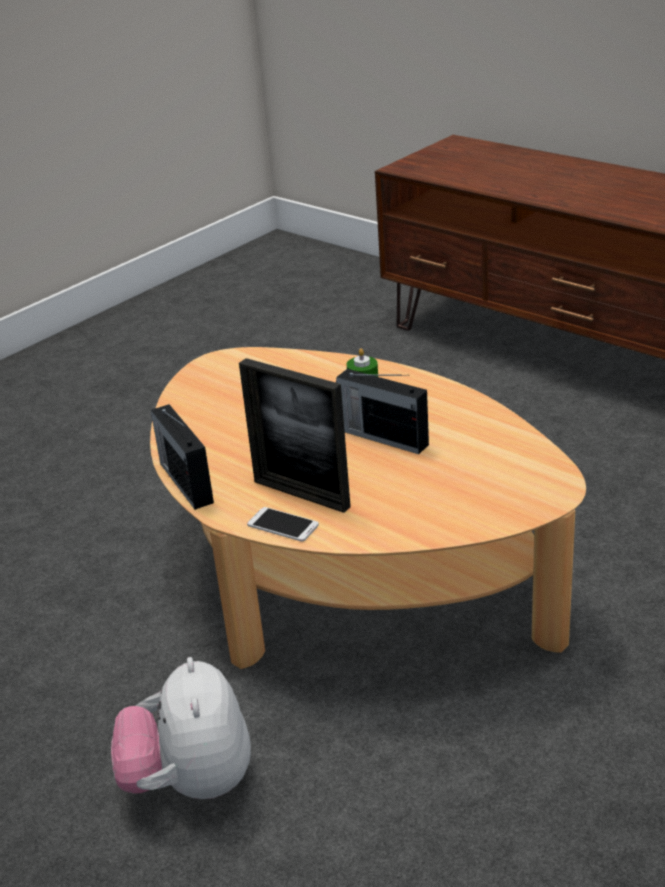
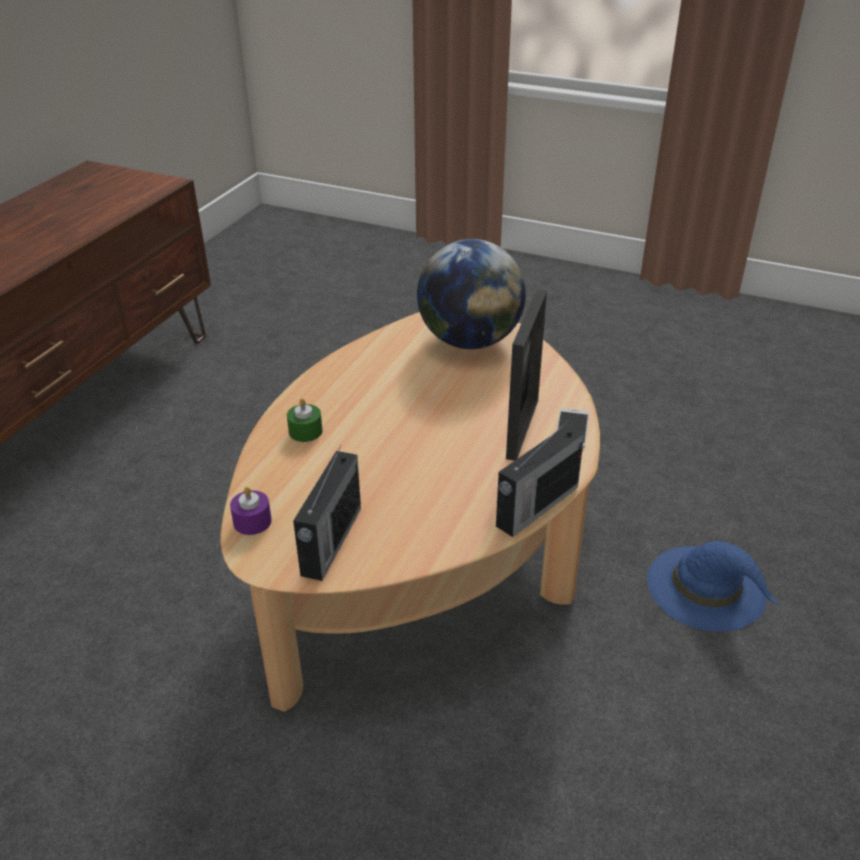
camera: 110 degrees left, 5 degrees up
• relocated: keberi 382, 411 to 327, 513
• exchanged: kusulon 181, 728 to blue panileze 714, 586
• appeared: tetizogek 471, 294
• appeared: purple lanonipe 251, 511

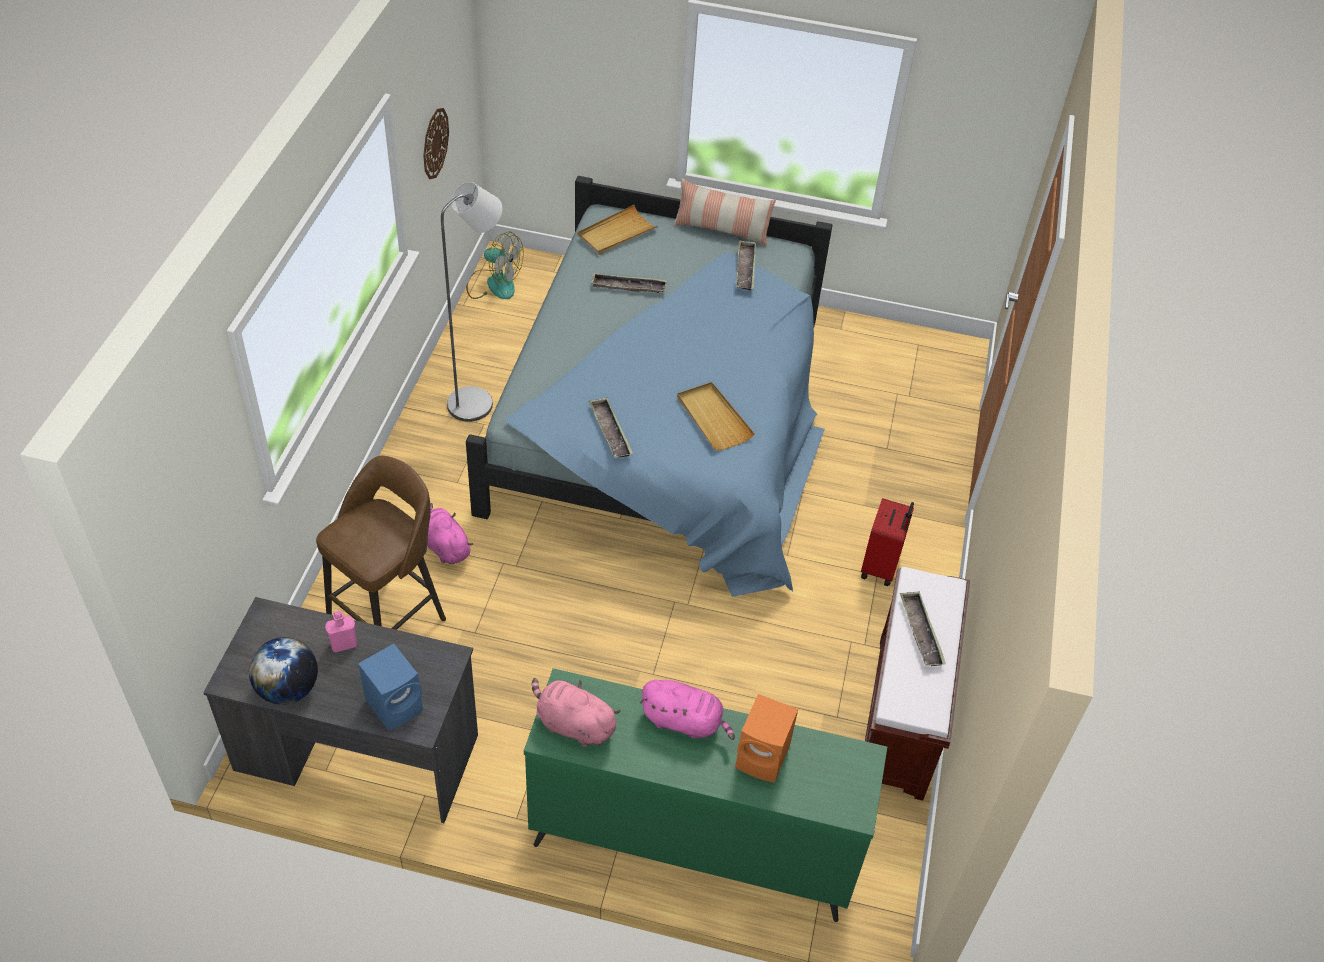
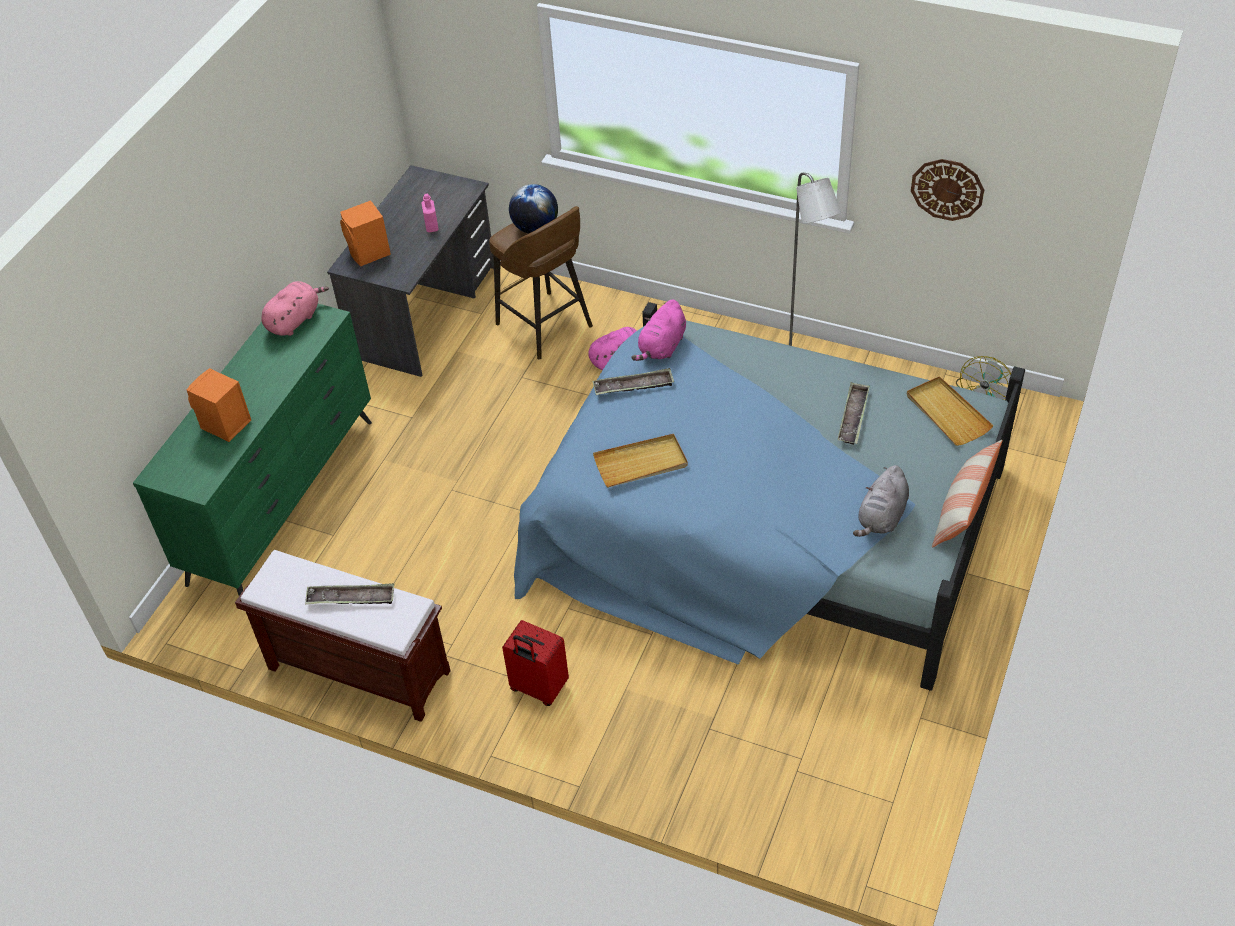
camera: 105 degrees right, 0 degrees up
• exchanged: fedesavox 746, 265 to grey kusulon 881, 501
• relocated: tetizogek 283, 671 to 533, 209
• colour: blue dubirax 390, 687 to orange dubirax 365, 233
• relocated: pink kusulon 687, 710 to 658, 330

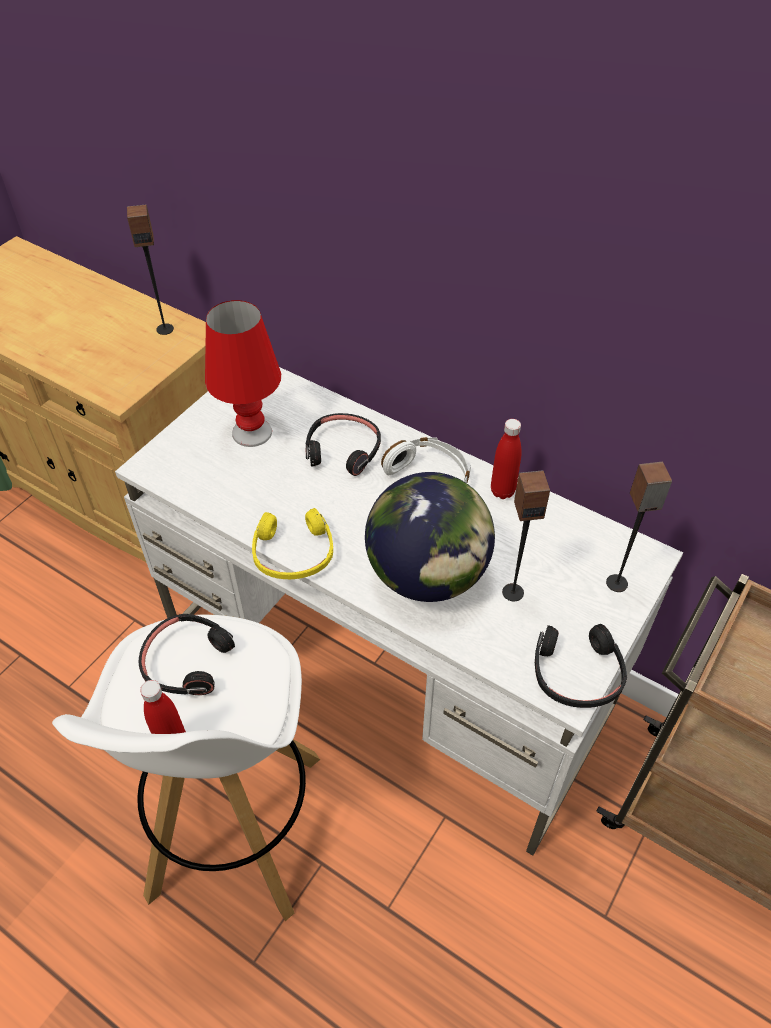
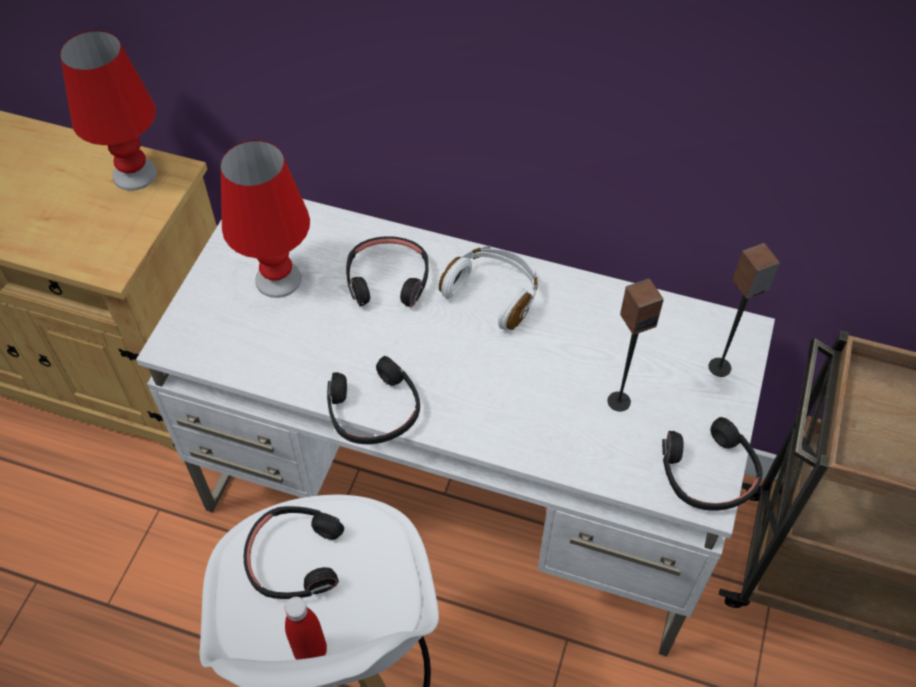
camera: 15 degrees left, 5 degrees up
• exchanged: dubirax 150, 270 to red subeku 108, 110
• missing: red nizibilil 506, 459
• missing: tetizogek 430, 537
• colour: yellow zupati 292, 543 to black zupati 373, 400

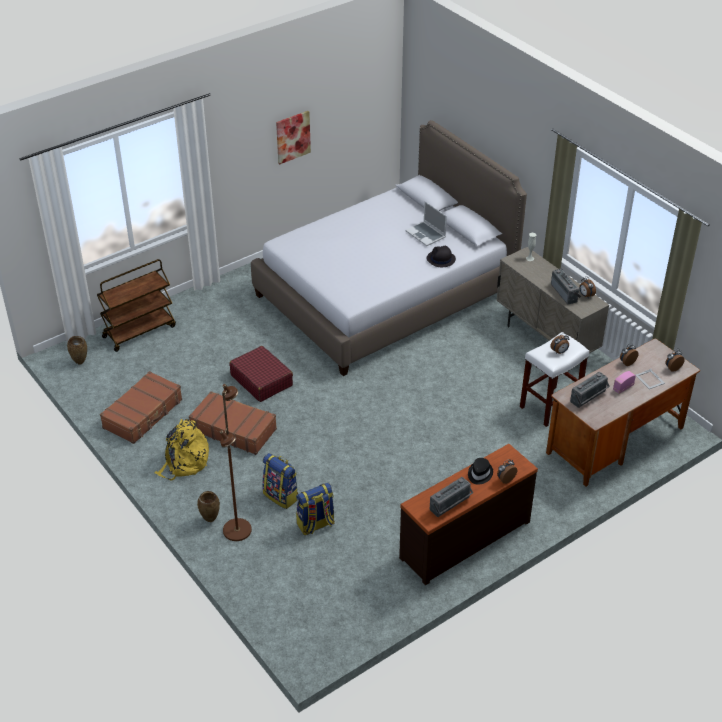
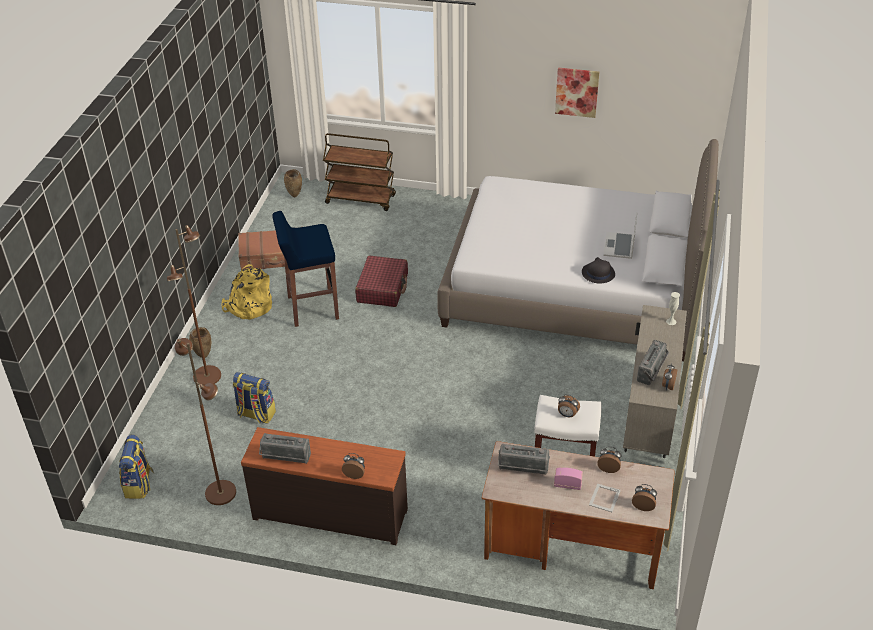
camera: 50 degrees right, 0 degrees up
• exchanged: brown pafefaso 233, 423 to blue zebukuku 305, 269
• relocated: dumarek 280, 481 to 136, 467
• missing: black panileze 480, 471
• appeared: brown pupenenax 205, 421

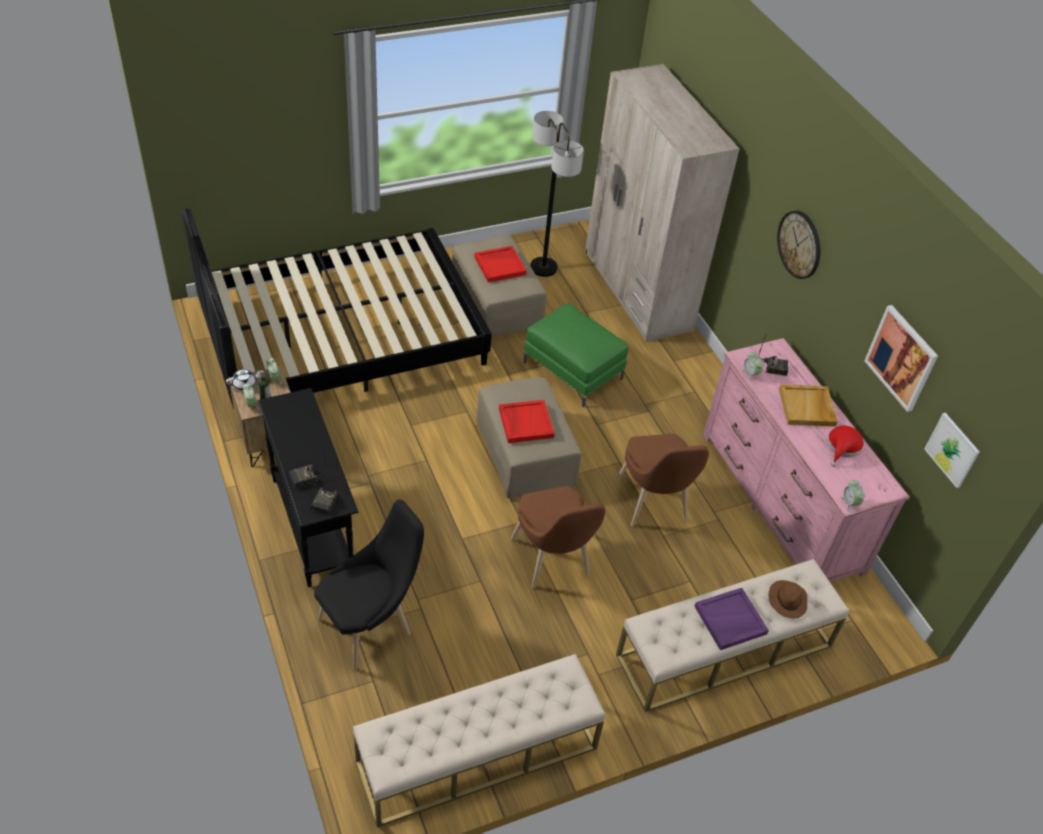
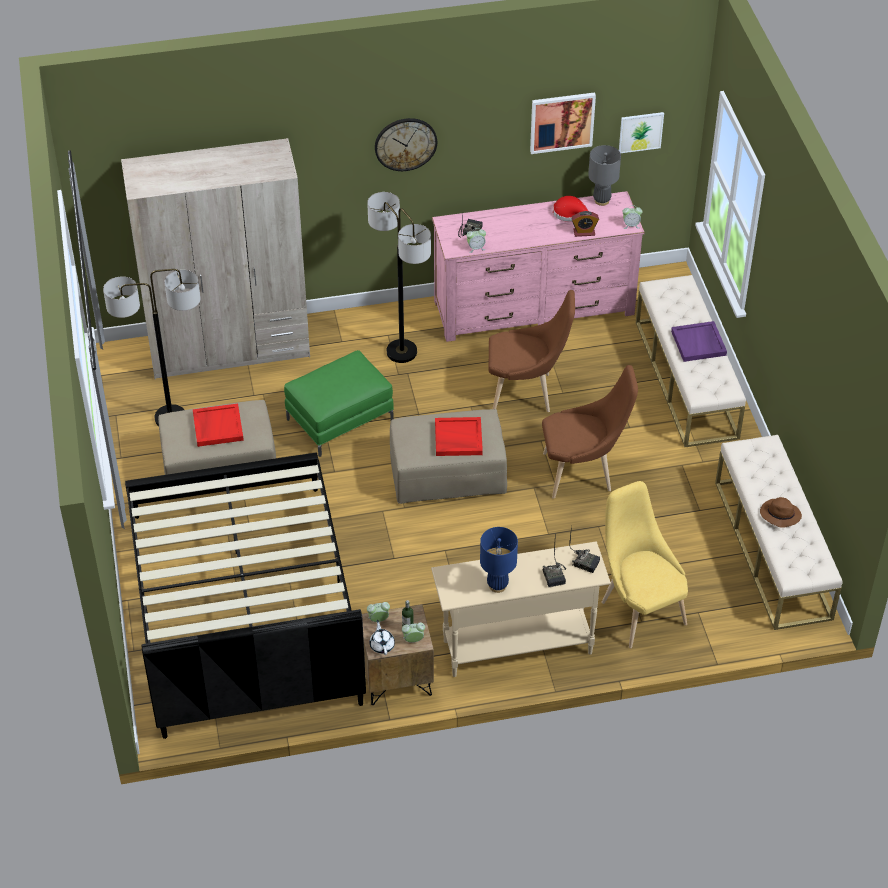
camera: 75 degrees left, 0 degrees up
• missing: beige fedesavox 808, 405
• colour: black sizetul 308, 487 to beige sizetul 521, 609
• colour: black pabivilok 369, 585 to yellow pabivilok 644, 564
• relocated: brown panileze 788, 599 to 781, 512
• appeared: grey subeku 604, 175
• appeared: pupenenax 399, 277
• appeared: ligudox 585, 224
• appeared: blue subeku 499, 560

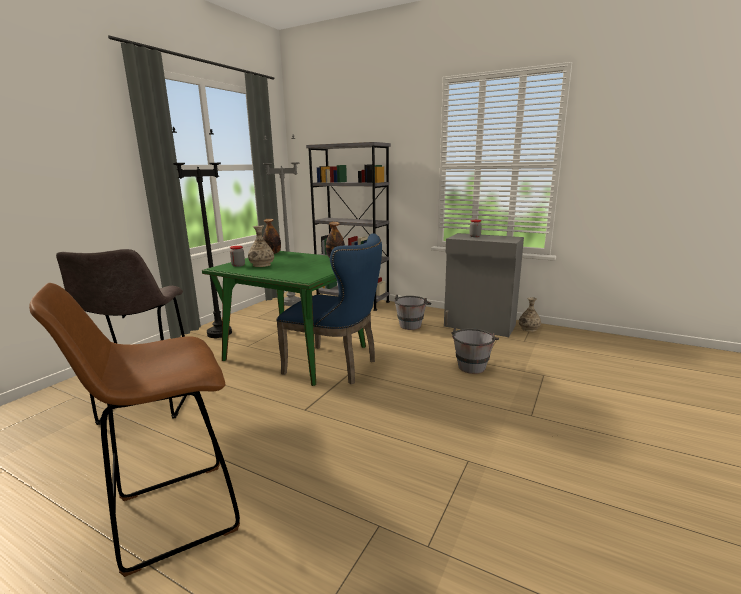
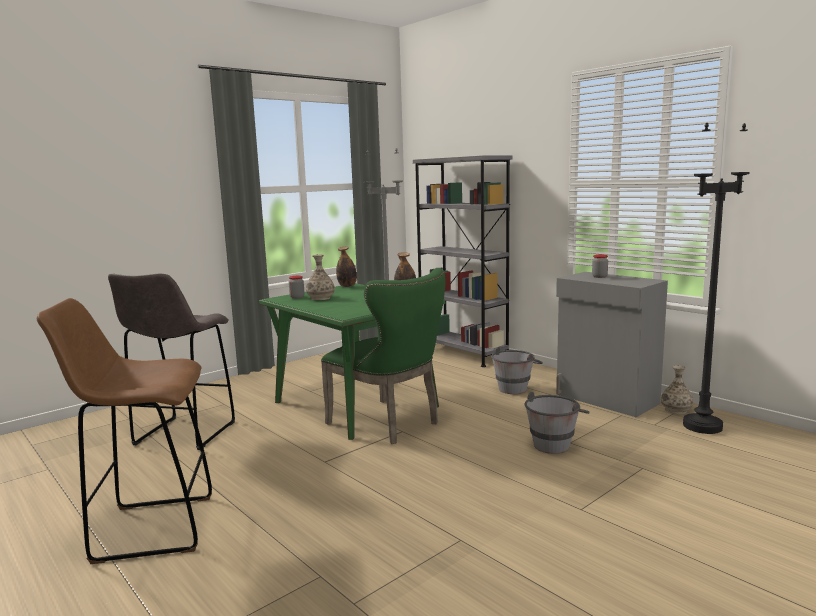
camera: 20 degrees right, 5 degrees down
• relocated: black pupenenax 202, 232 to 716, 278
• colour: blue pabivilok 329, 308 to green pabivilok 383, 356

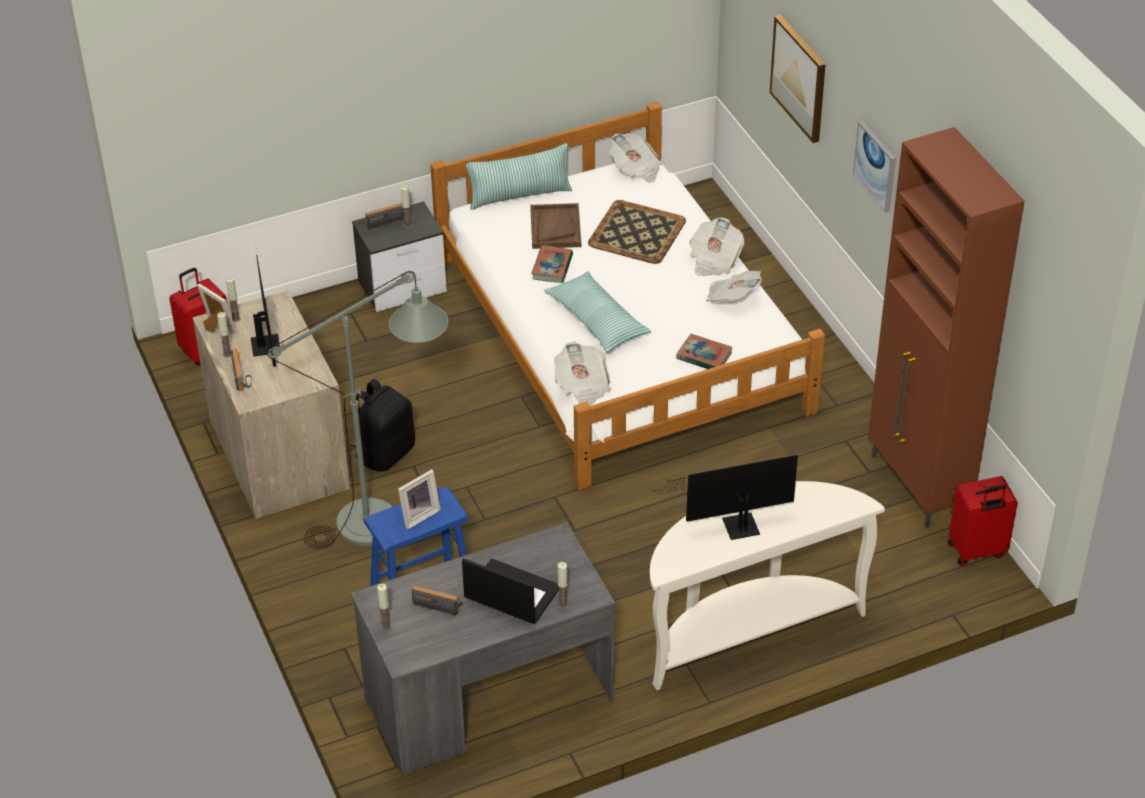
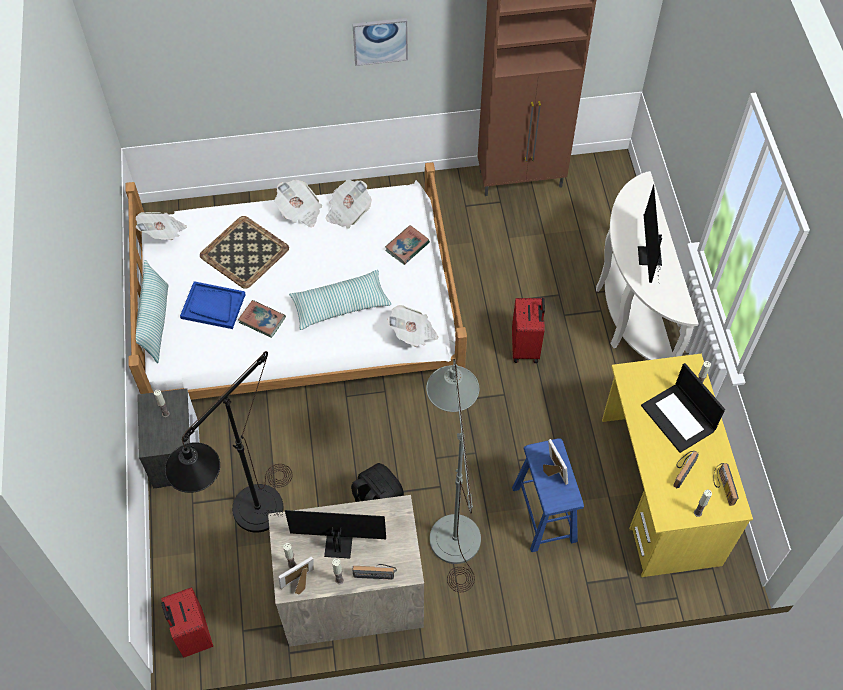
camera: 75 degrees left, 15 degrees up
• missing: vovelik 798, 79
• relocated: keberi 384, 216 to 726, 484
• colour: brown fedesavox 555, 226 to blue fedesavox 213, 305
• relocated: red pafefaso 983, 521 to 528, 330
• colour: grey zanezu 483, 648 to yellow zanezu 677, 465
• spun: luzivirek 510, 591 = 683, 408 75 degrees counterclockwise
• appeared: black pupenenax 228, 442

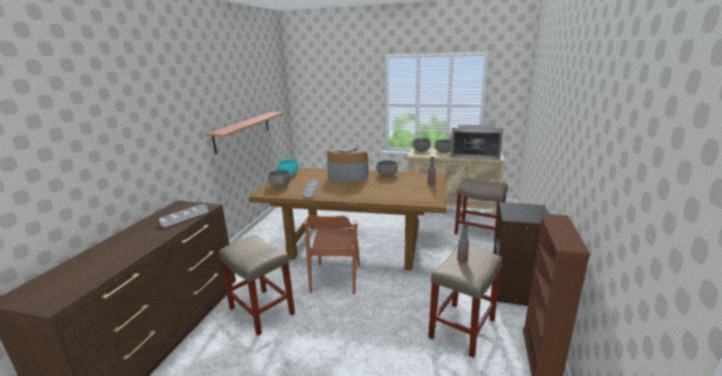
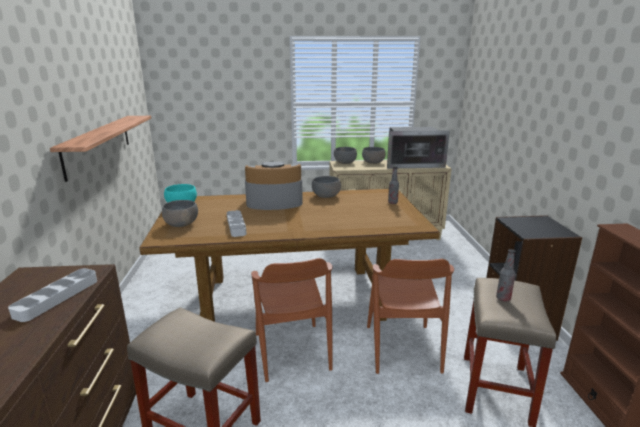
camera: 20 degrees left, 0 degrees up
• missing: beige zebukuku 481, 210
• appeared: brown pabivilok 410, 316

